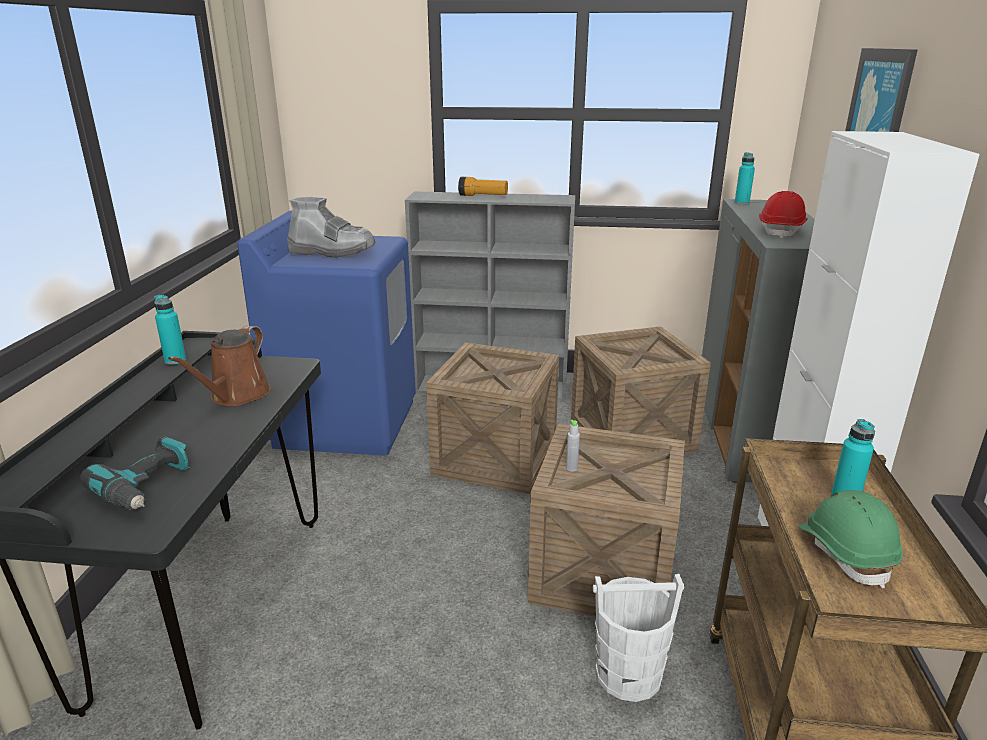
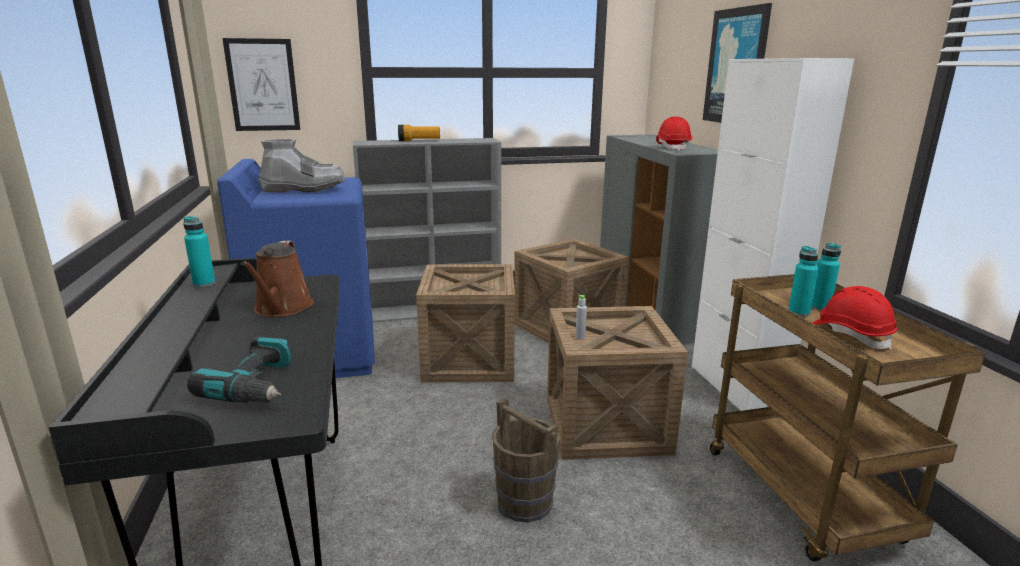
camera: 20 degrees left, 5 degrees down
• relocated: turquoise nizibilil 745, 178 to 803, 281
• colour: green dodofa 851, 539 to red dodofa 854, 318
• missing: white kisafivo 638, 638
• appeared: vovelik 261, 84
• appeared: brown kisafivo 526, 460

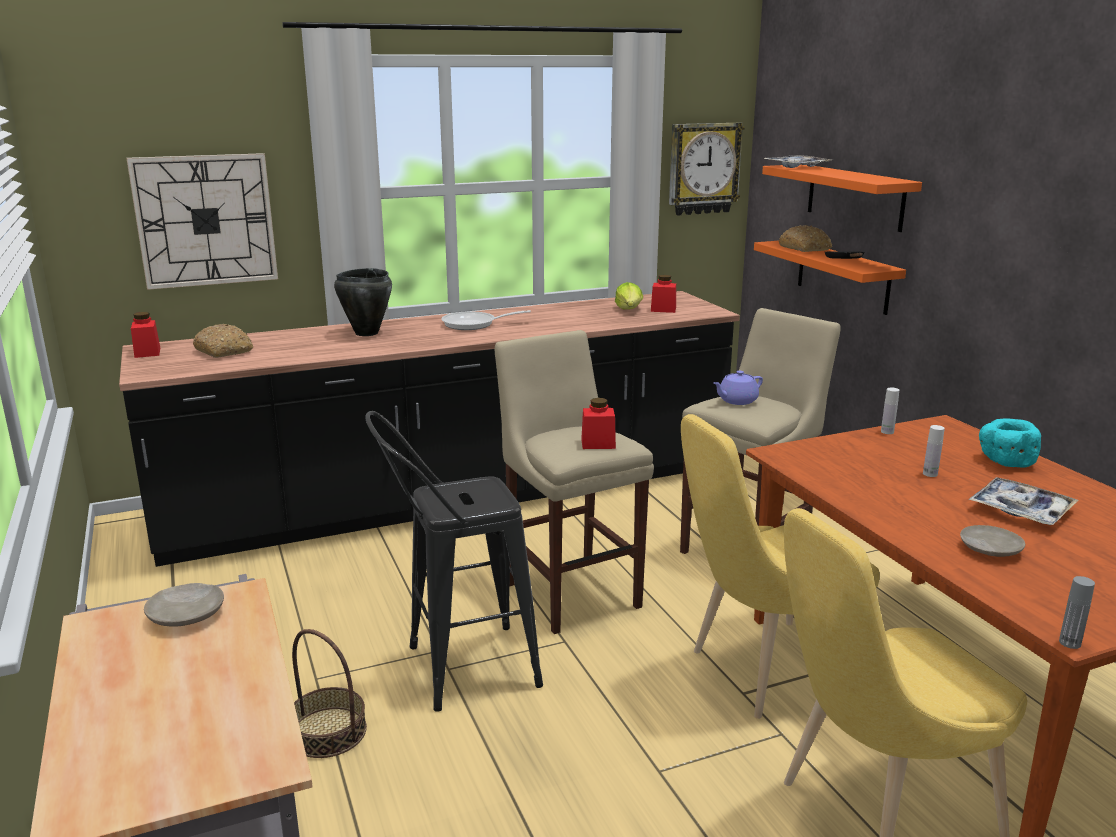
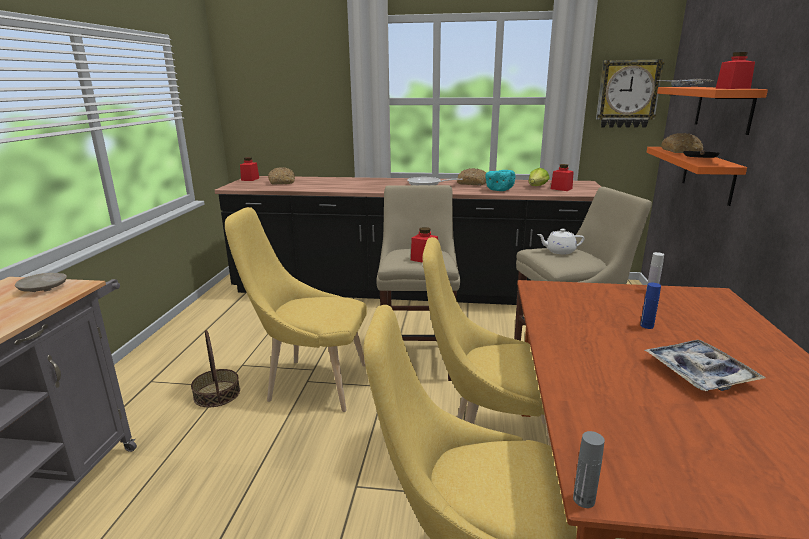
camera: 30 degrees right, 0 degrees up
• missing: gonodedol 202, 221
• missing: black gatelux 363, 302
• colour: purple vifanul 738, 388 to white vifanul 561, 241
• exchanged: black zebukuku 454, 561 to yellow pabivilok 296, 309
• relocated: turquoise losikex 1010, 443 to 500, 180
• colour: white nizibilil 934, 451 to blue nizibilil 650, 306
• missing: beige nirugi 992, 541
• appeared: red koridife 735, 70
• appeared: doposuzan 472, 177

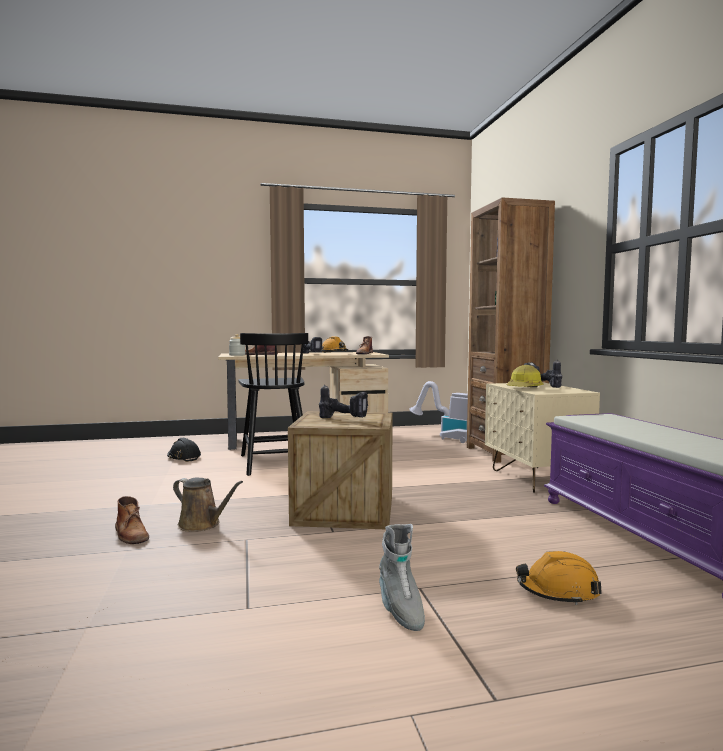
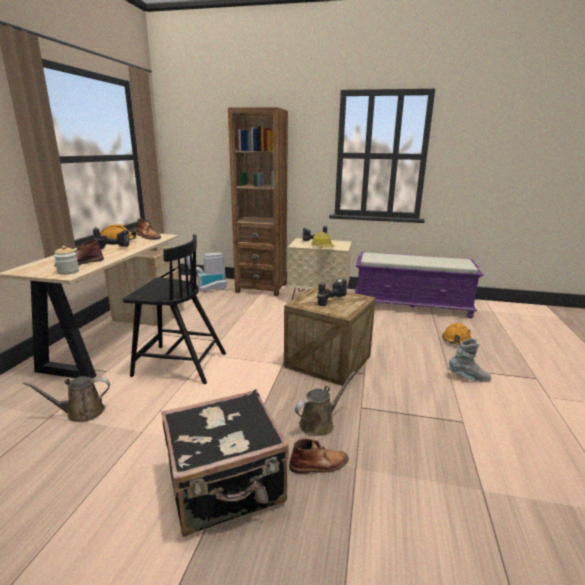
camera: 65 degrees left, 15 degrees up
• exchanged: black dodofa 184, 450 to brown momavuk 66, 399
• appeared: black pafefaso 225, 463

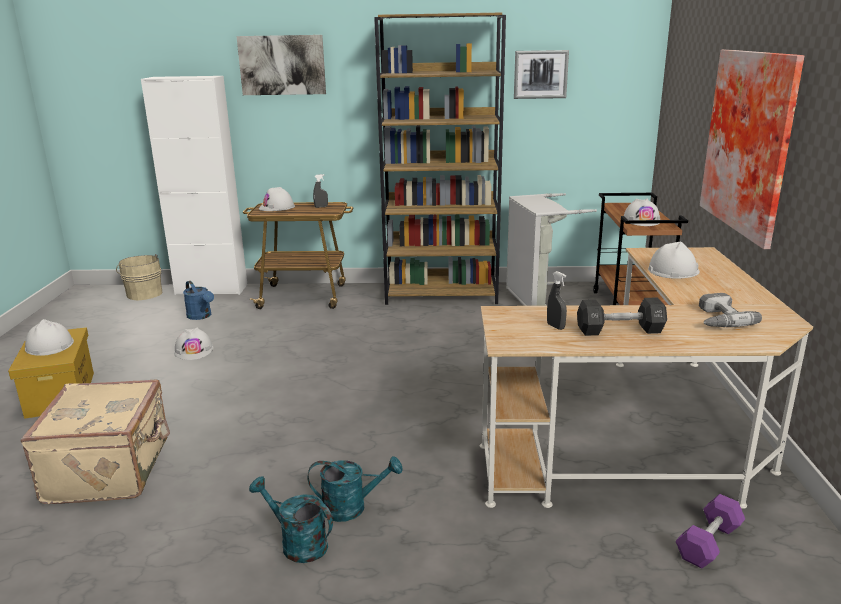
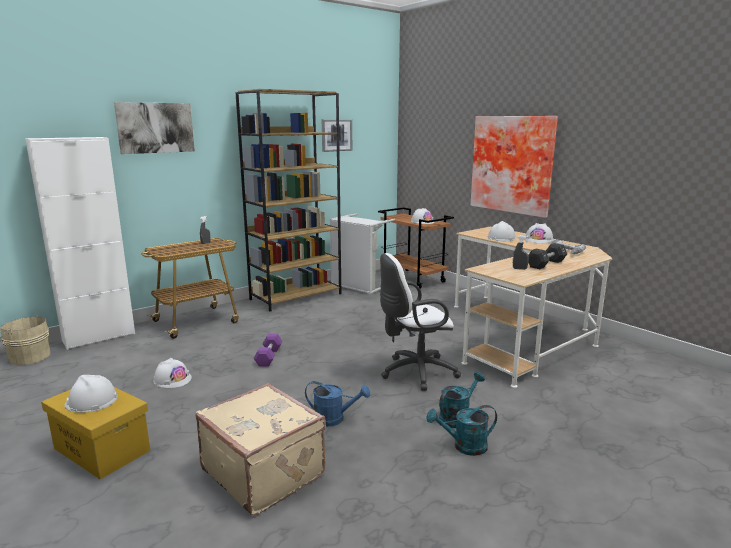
camera: 40 degrees left, 5 degrees down
• relocated: white dodofa 277, 199 to 539, 233
• relocated: blue momavuk 198, 300 to 337, 404
• relocated: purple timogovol 710, 531 to 268, 350
• appeared: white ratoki 420, 322

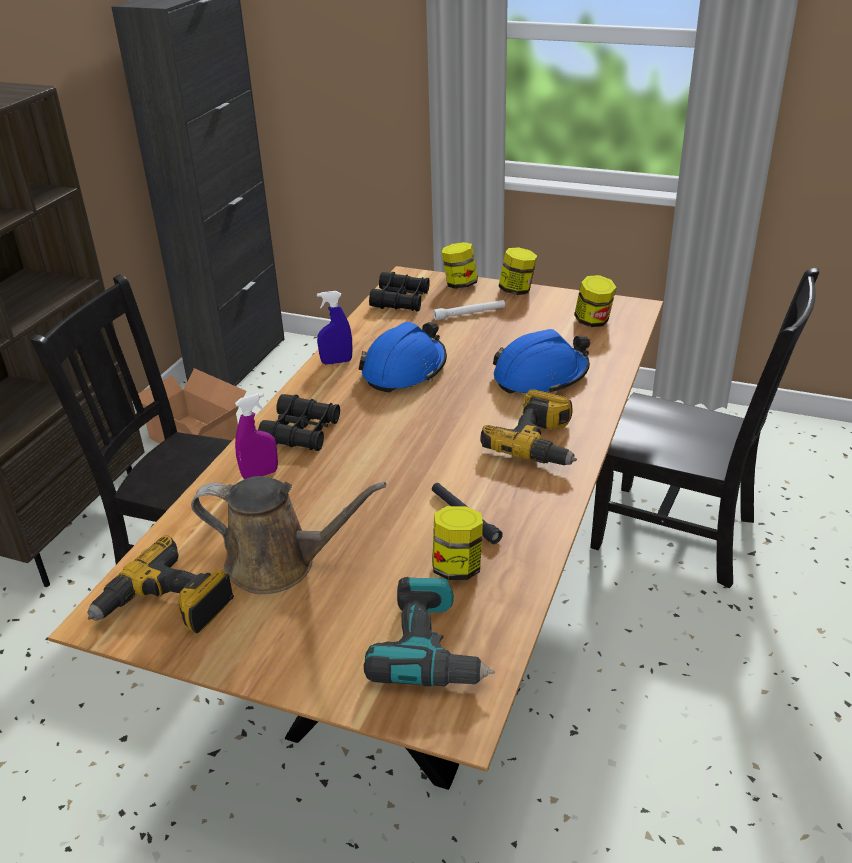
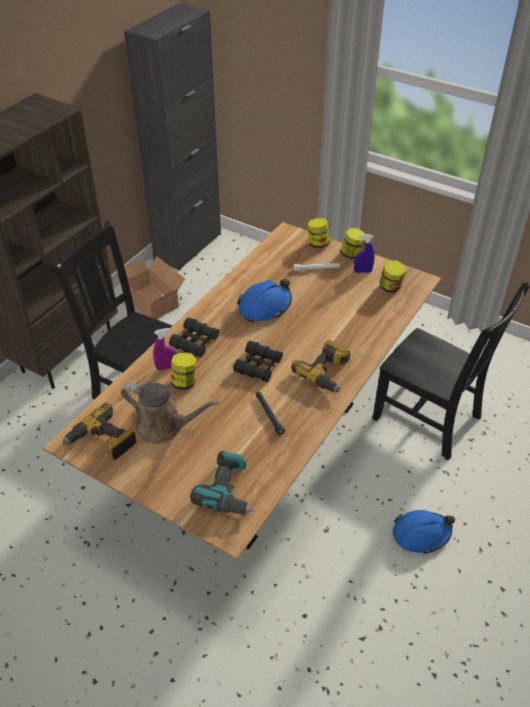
camera: 10 degrees right, 10 degrees up
• relocated: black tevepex 399, 292 to 258, 361
• relocated: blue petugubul 334, 328 to 364, 253
• relocated: blue dodofa 541, 361 to 424, 532
• relocated: koridife 457, 543 to 183, 371

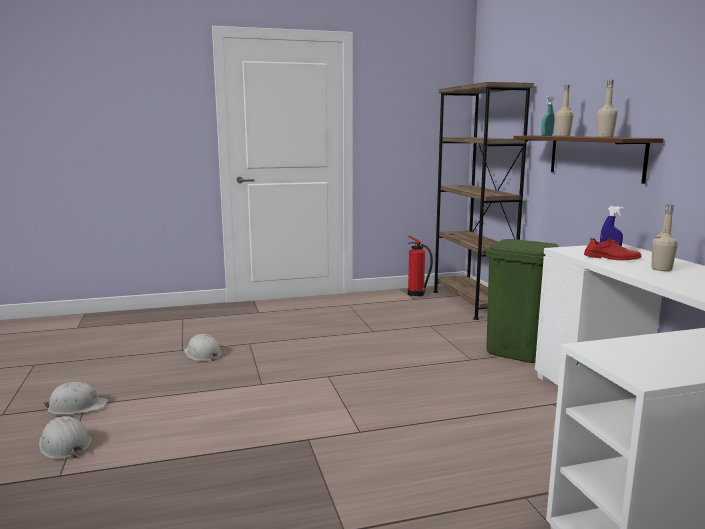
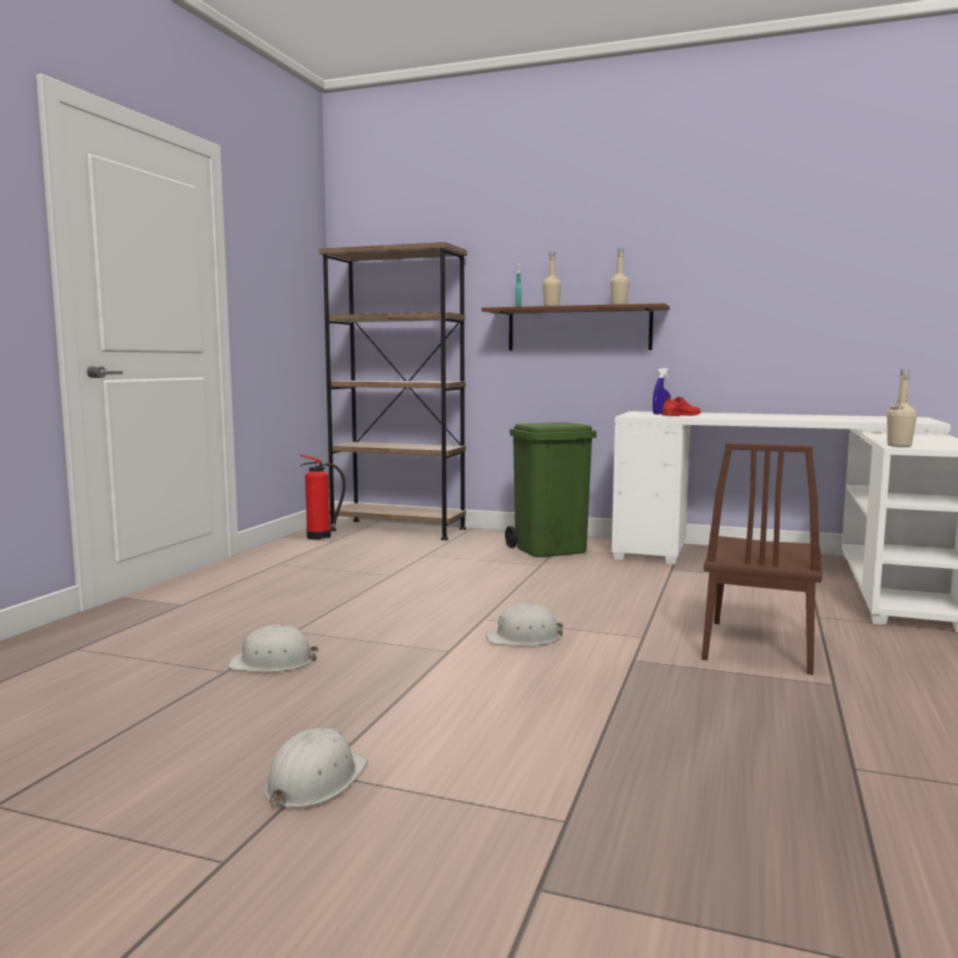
camera: 55 degrees left, 5 degrees down
• relocated: beige nizibilil 665, 238 to 902, 408
• relocated: white dodofa 65, 437 to 524, 624
• appeared: brown pabivilok 762, 559

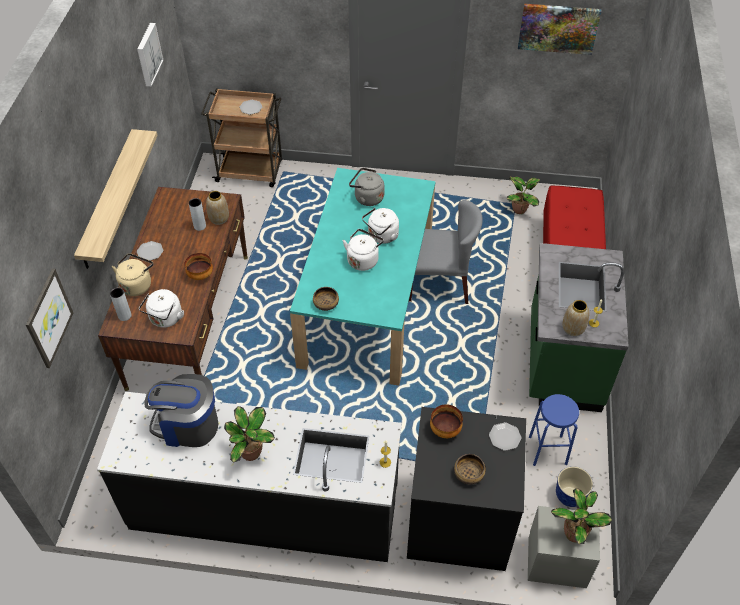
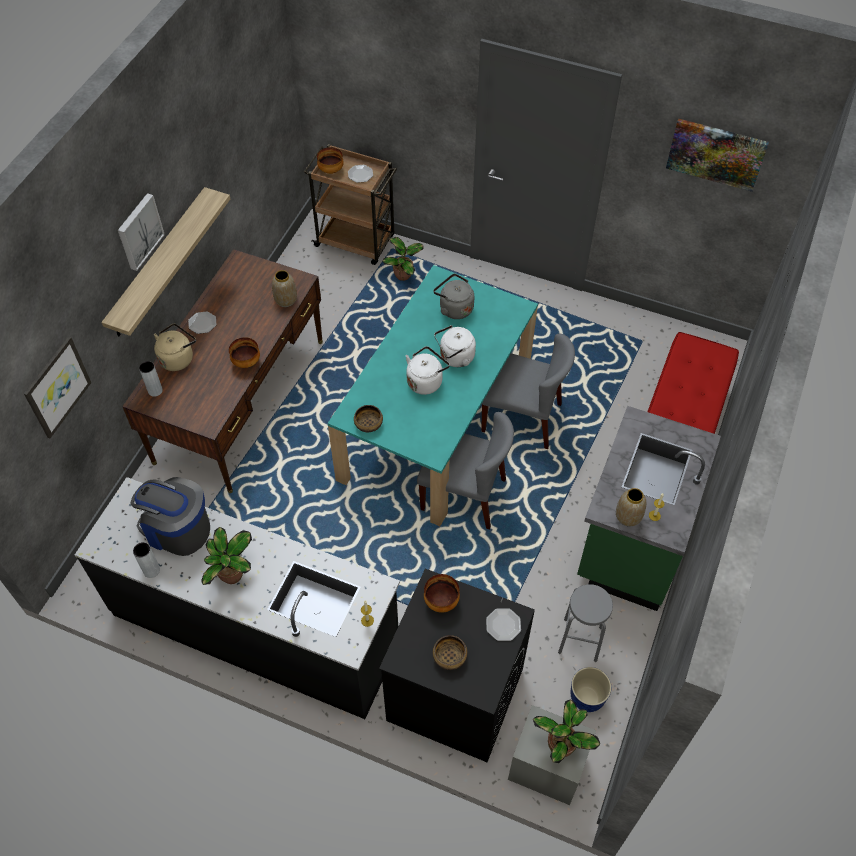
camera: 15 degrees right, 5 degrees up
• relocated: vovelik 150, 55 to 141, 232
• relocated: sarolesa 523, 195 to 402, 259
• relocated: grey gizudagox 197, 214 to 146, 560
• missing: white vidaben 161, 308
• colour: blue zebukuku 554, 430 to grey zebukuku 585, 623
• appeared: losikex 330, 160
• appeared: grey pabivilok 465, 470

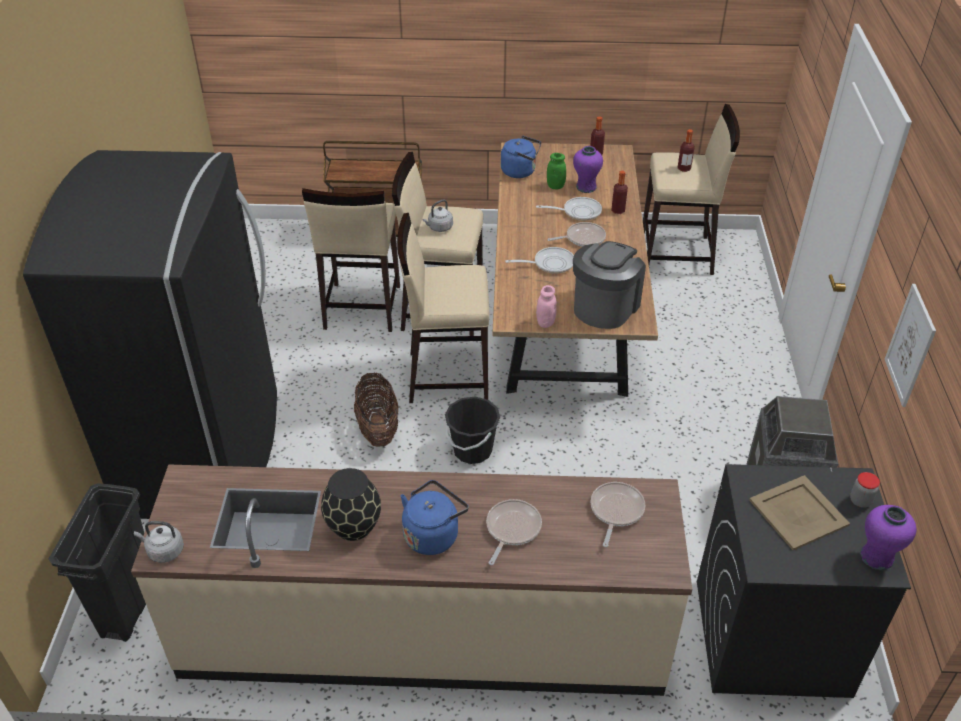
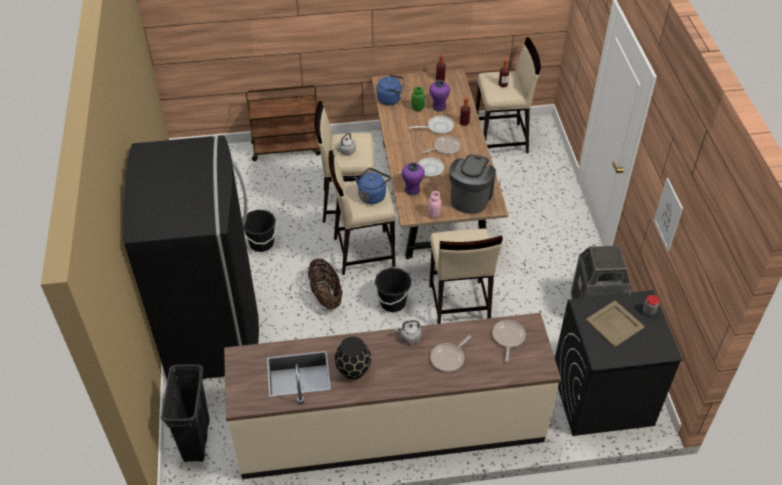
camera: 10 degrees left, 5 degrees up
• relocated: beige zebukuku 351, 260 to 466, 276
• relocated: blue vidaben 435, 517 to 373, 186
• spun: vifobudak 514, 532 = 450, 353 150 degrees counterclockwise
• relocated: purple gizudagox 888, 537 to 413, 179
• relocated: grey vidaben 159, 542 to 408, 332
• appeared: black kisafivo 259, 231

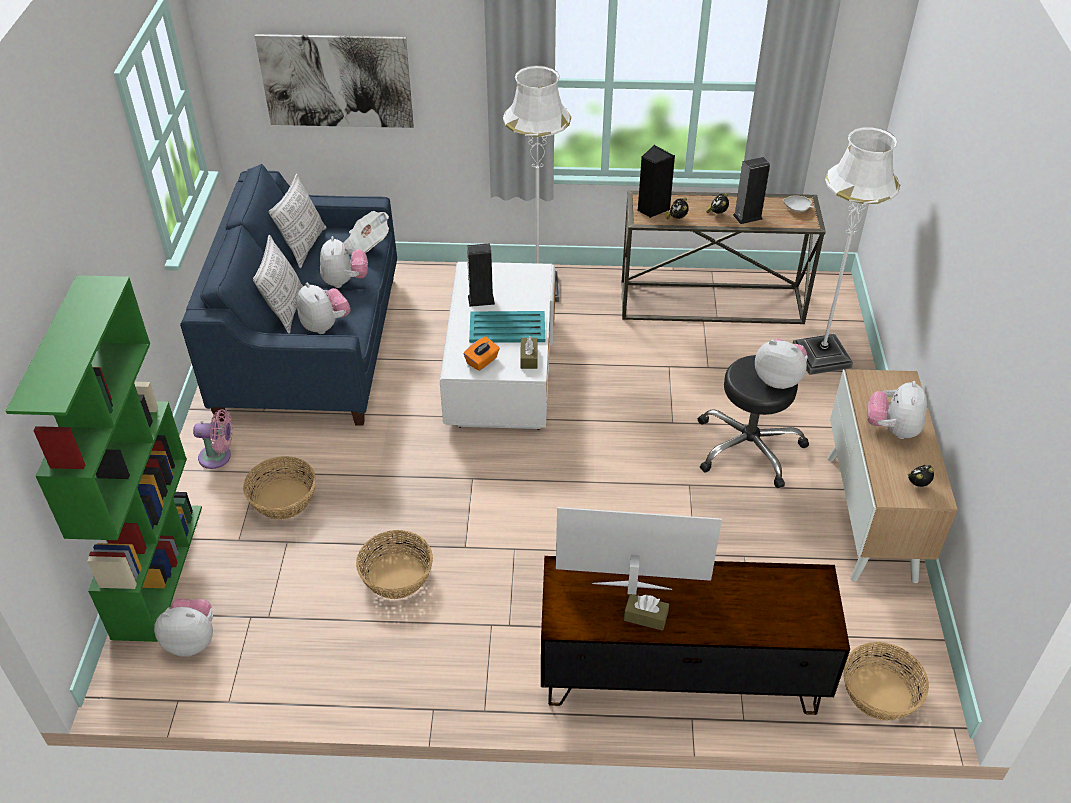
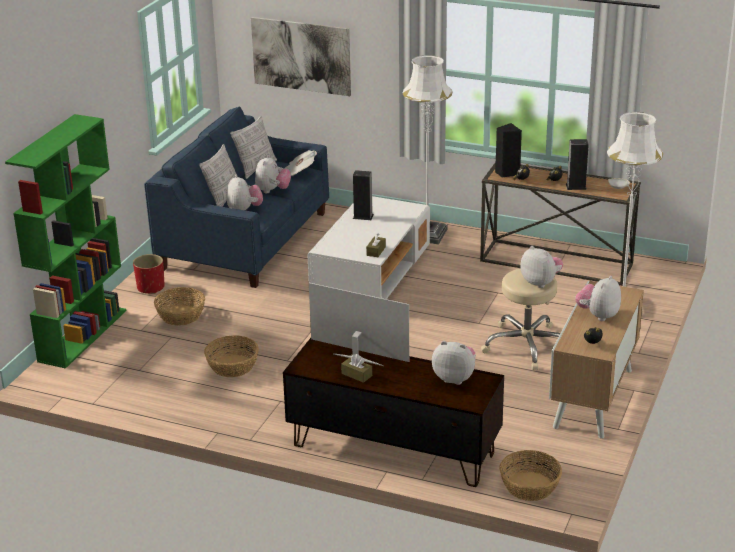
camera: 20 degrees right, 15 degrees down
• missing: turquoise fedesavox 507, 327
• missing: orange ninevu 482, 354
• colour: black zebukuku 753, 421 to beige zebukuku 520, 320
• exchanged: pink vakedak 213, 439 to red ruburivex 148, 274
• relocated: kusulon 183, 628 to 454, 363

